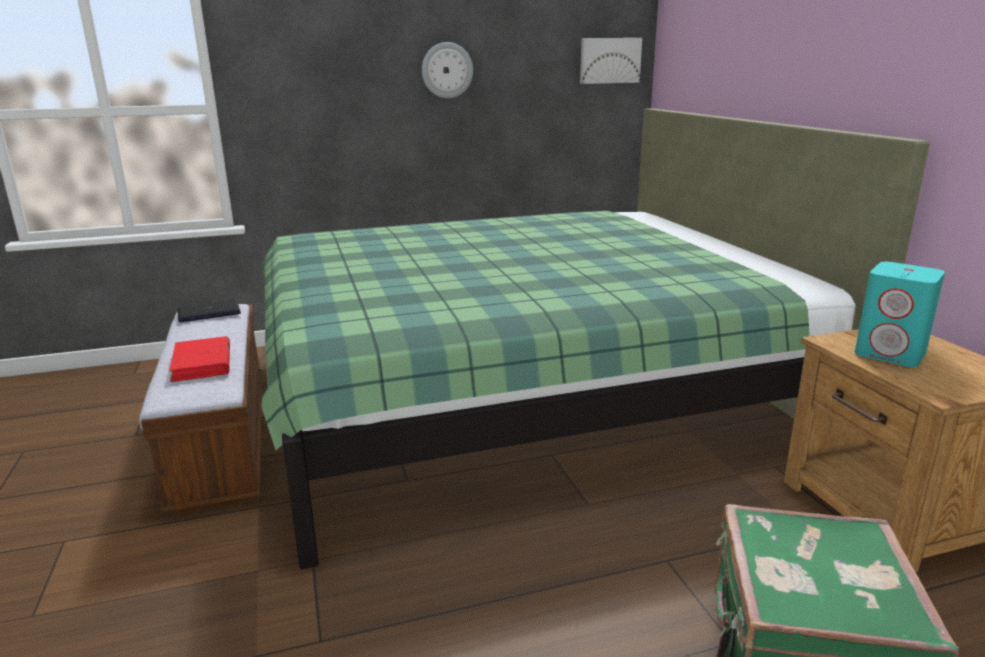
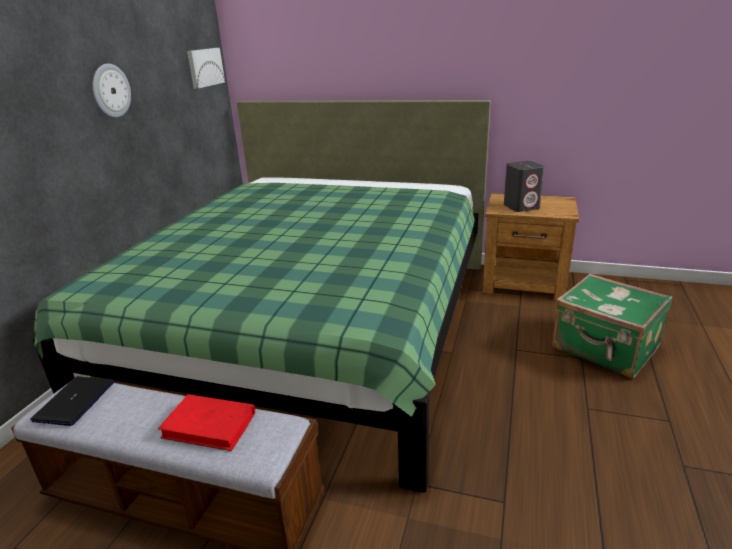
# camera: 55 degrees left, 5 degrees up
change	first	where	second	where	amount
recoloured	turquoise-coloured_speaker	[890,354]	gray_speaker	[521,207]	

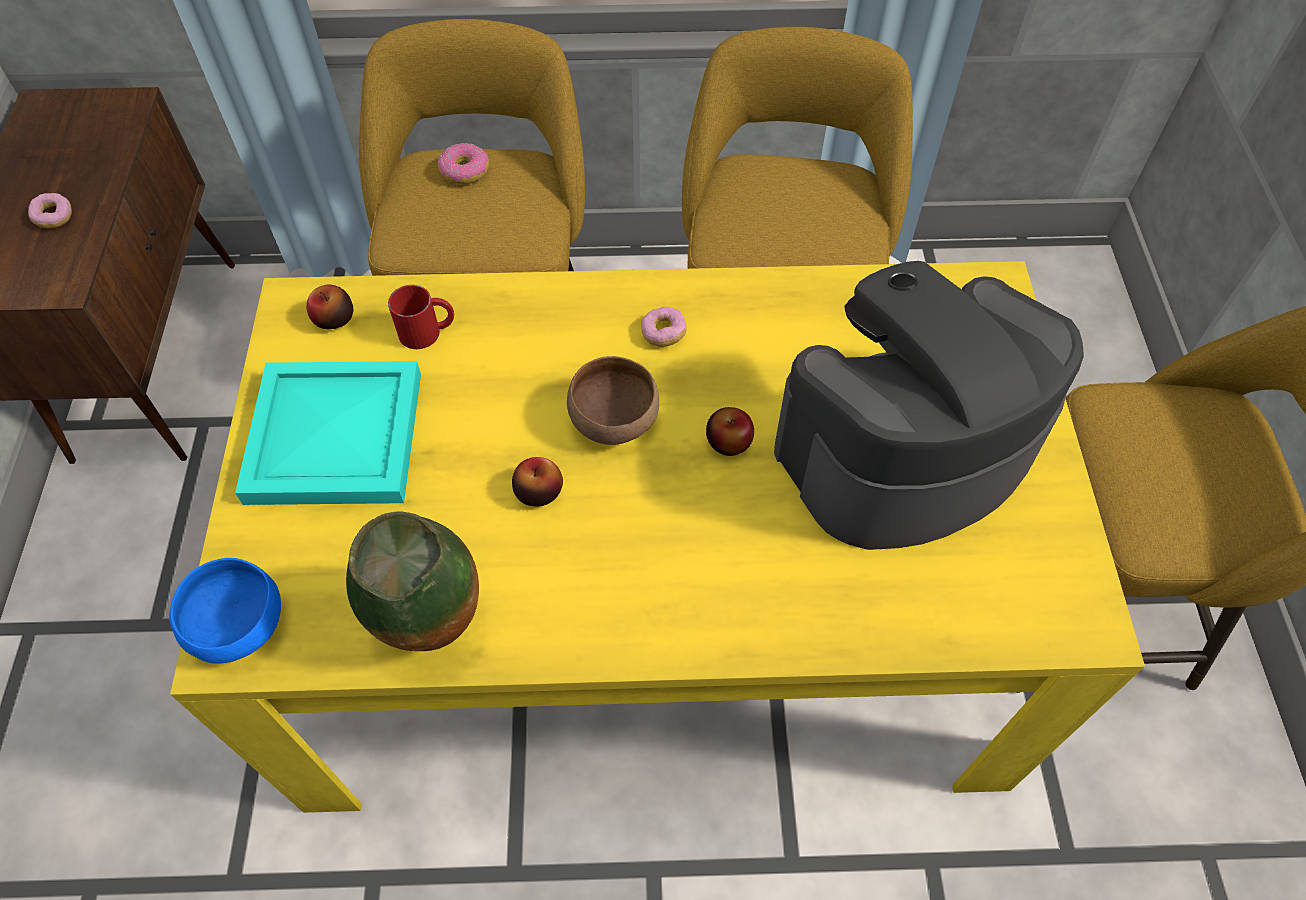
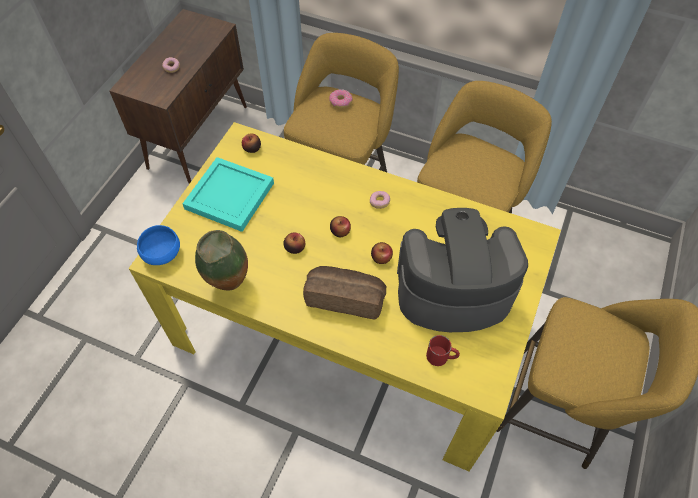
# camera: 25 degrees right, 0 degrees up
change	first	where	second	where	amount
moved	reddish_coffee_mug	[428,331]		[441,357]	
replaced	brownish_deep_dish	[616,420]	apple	[340,231]	
added			bread	[345,297]	

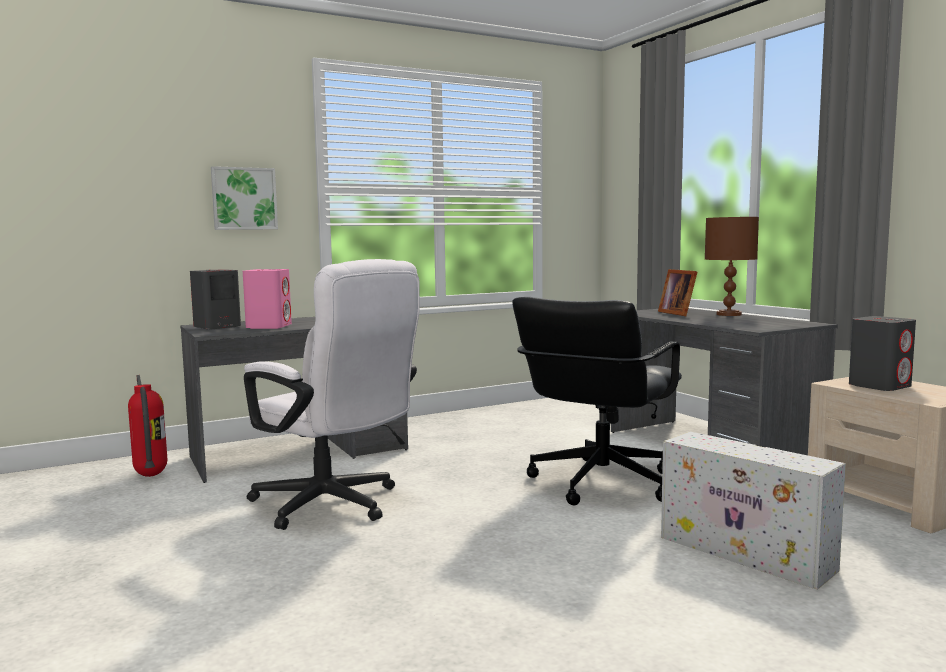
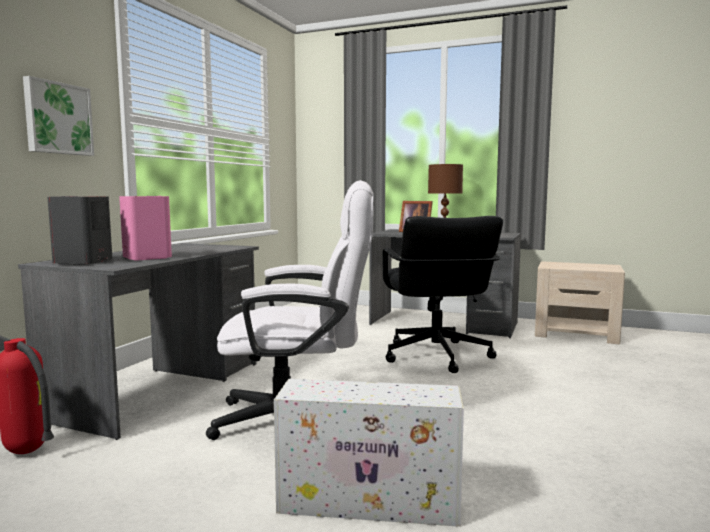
# camera: 40 degrees left, 0 degrees up
change	first	where	second	where	amount
removed	gray_speaker	[880,386]			
moved	whitish_storage_bin	[747,554]		[372,503]	

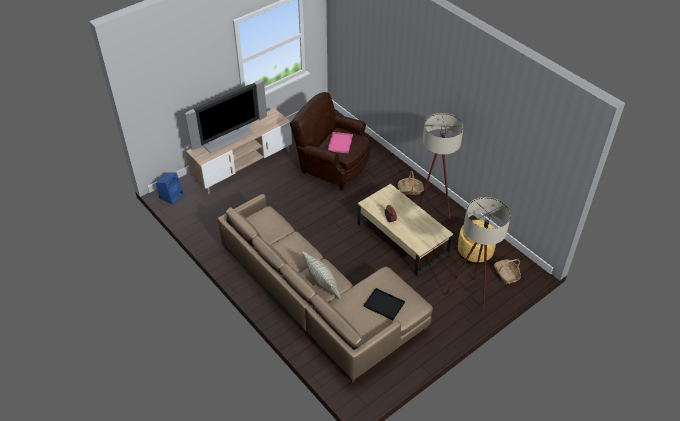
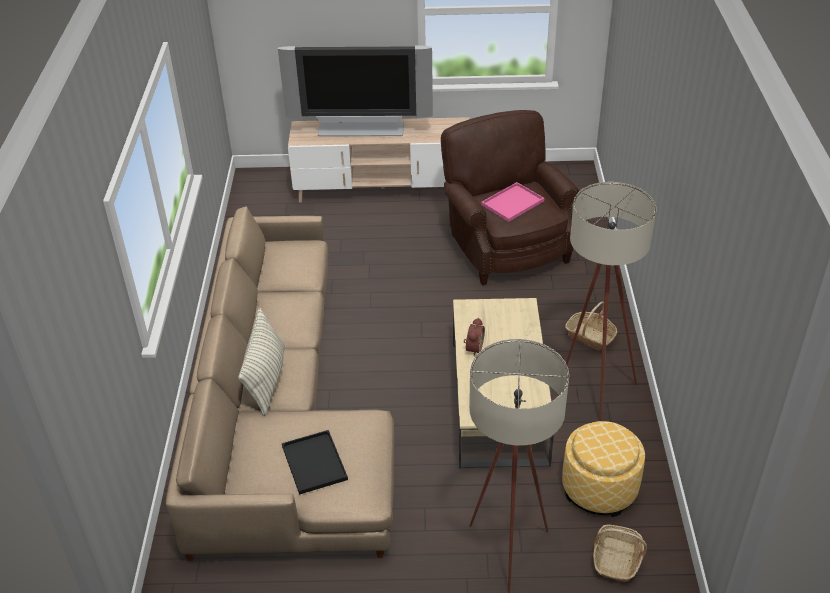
# camera: 40 degrees right, 5 degrees down
change	first	where	second	where	amount
removed	bluish_speaker	[171,196]			

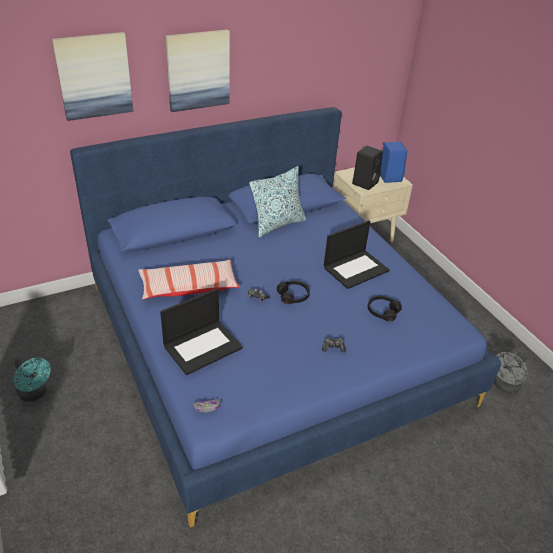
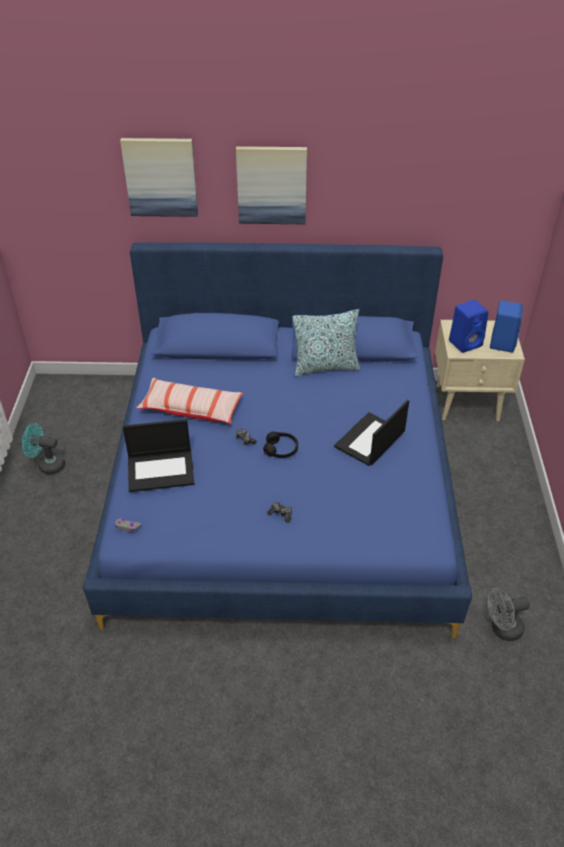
# camera: 30 degrees right, 5 degrees up
change	first	where	second	where	amount
recoloured	black_speaker	[365,183]	bluish_speaker	[466,343]	
turned	portable_computer	[356,268]		[370,440]	135 degrees clockwise
removed	black_pair_of_headphones	[382,311]			
turned	turquoise-coloured_electric_fan	[35,393]		[47,465]	120 degrees clockwise

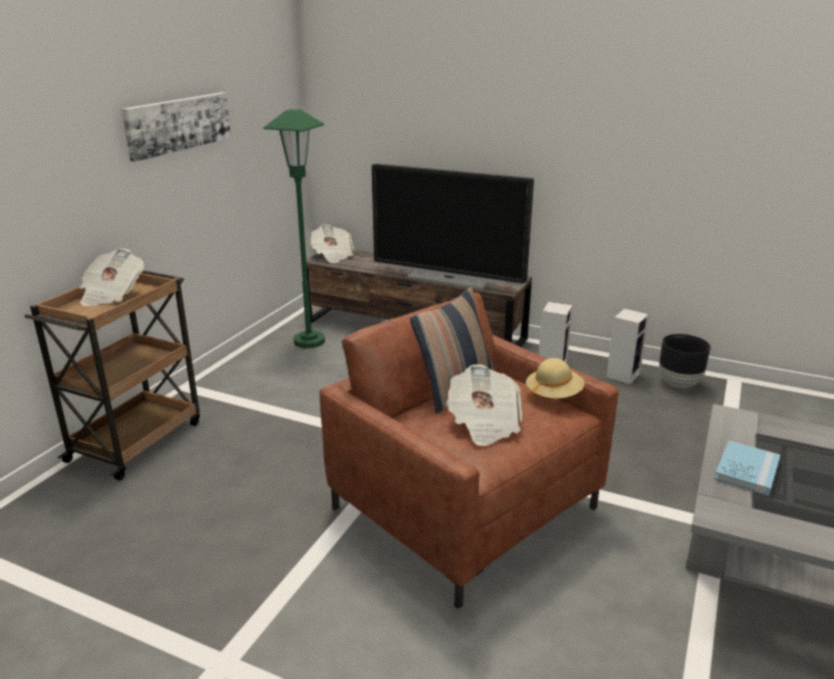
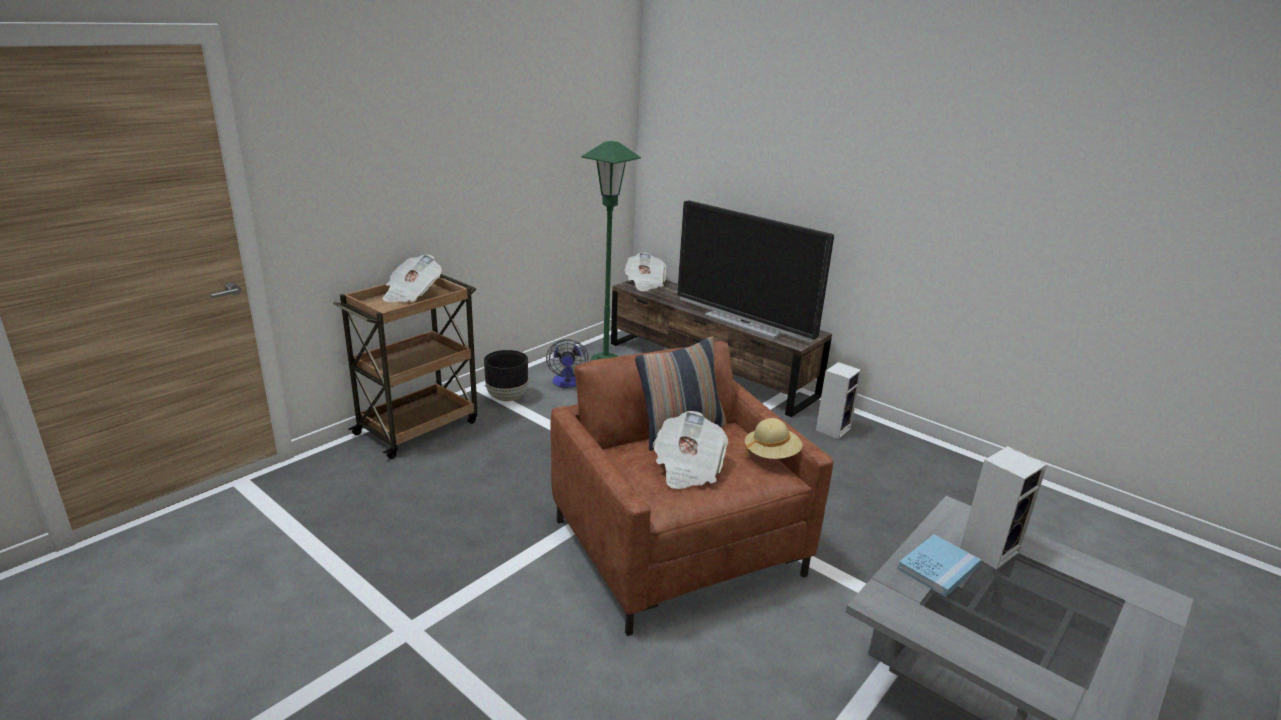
# camera: 15 degrees right, 0 degrees up
change	first	where	second	where	amount
removed	wall_picture	[178,124]			
moved	speaker	[623,374]		[989,549]	
moved	black_planter	[679,384]		[507,397]	
added			electric_fan	[567,383]	

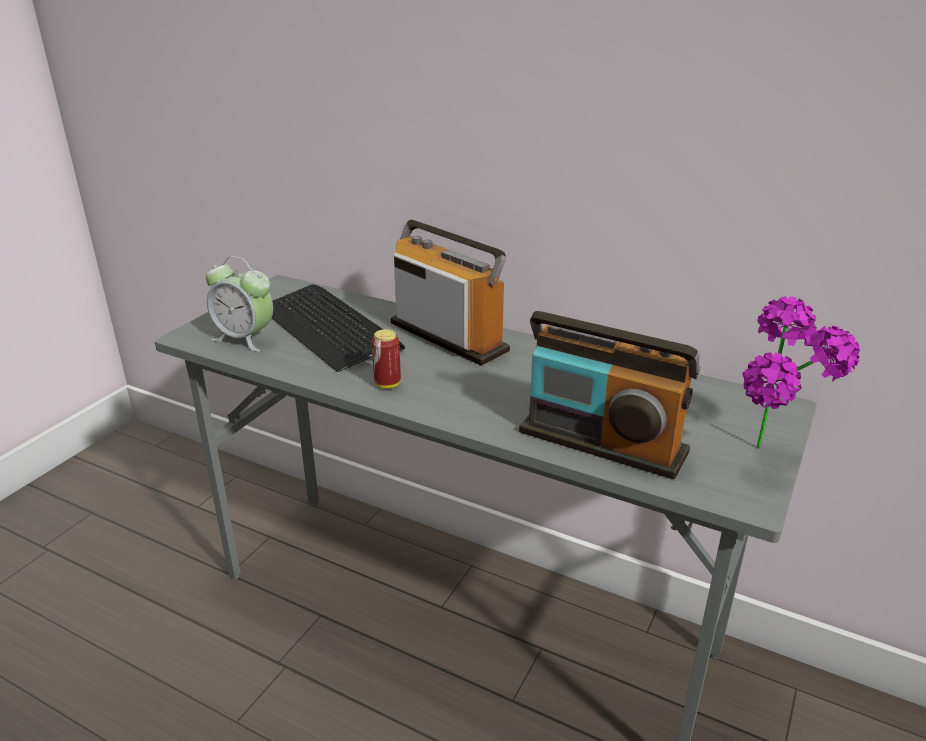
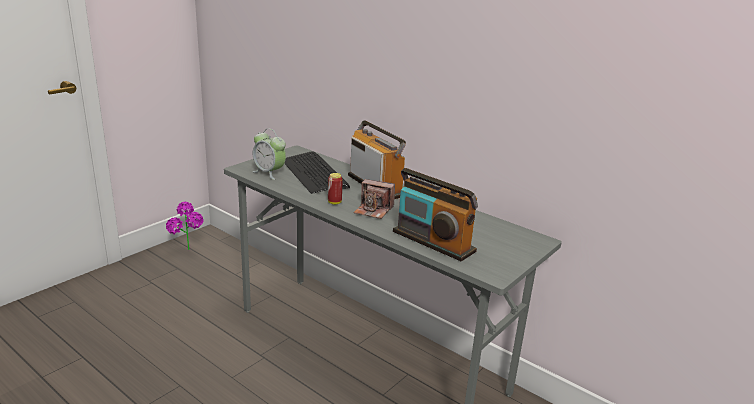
# camera: 10 degrees right, 5 degrees down
change	first	where	second	where	amount
moved	houseplant	[773,458]		[188,253]	
added			photo_camera	[373,210]	

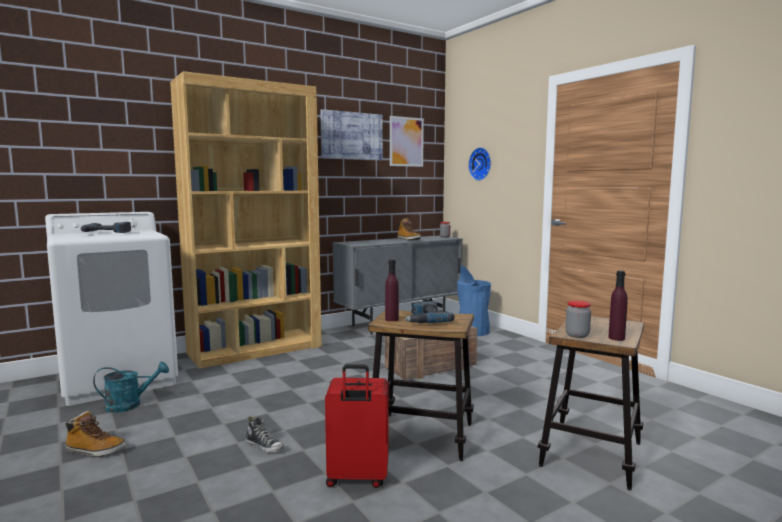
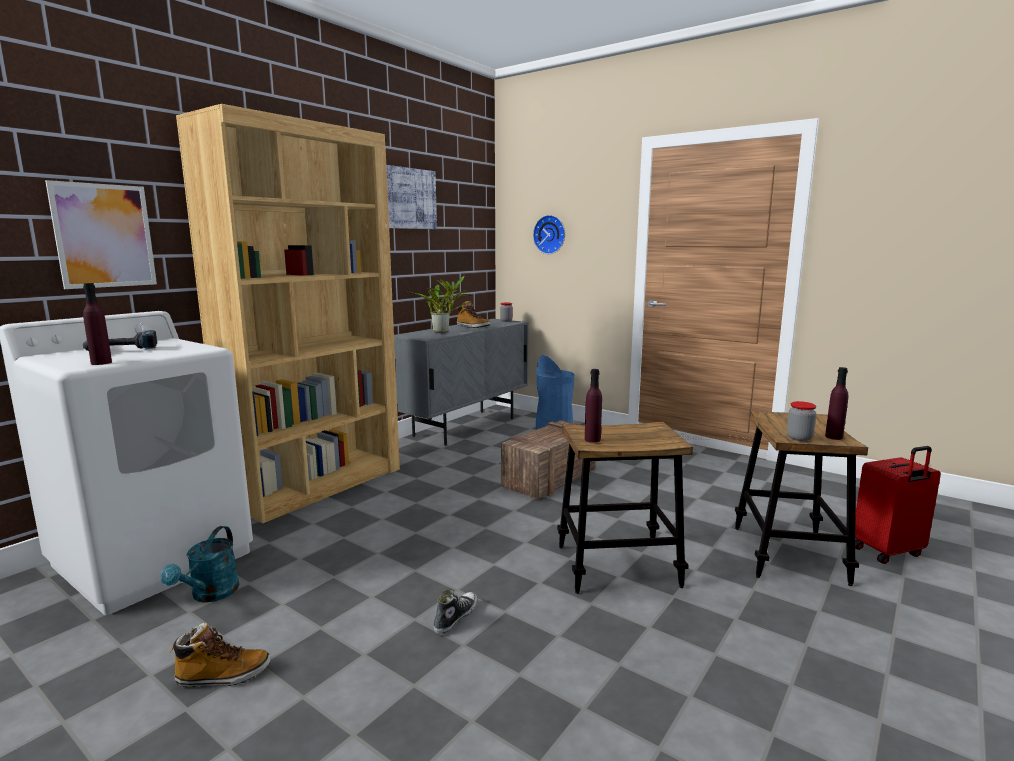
# camera: 20 degrees left, 5 degrees up
change	first	where	second	where	amount
moved	wall_picture	[406,142]		[104,236]	
removed	drill	[424,319]			
turned	turquoise-coloured_sprinkling_can	[130,405]		[210,595]	135 degrees clockwise
moved	reddish_piece_of_luggage	[357,478]		[888,552]	
turned	low_shoe	[265,446]		[455,617]	75 degrees counterclockwise
added			houseplant	[443,332]	
added			purple_beverage_bottle	[101,363]	

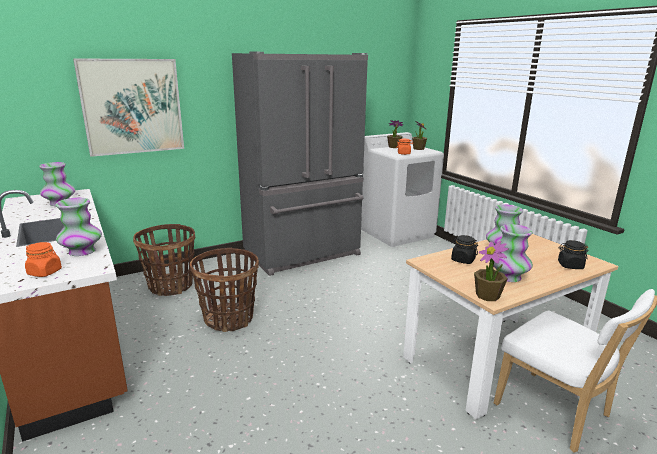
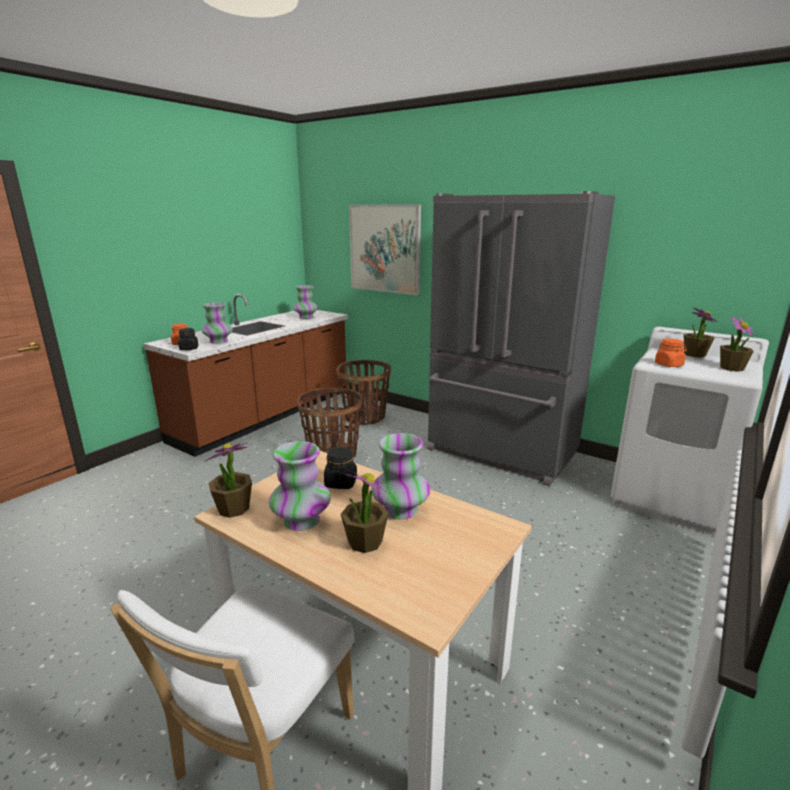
# camera: 65 degrees right, 0 degrees up
change	first	where	second	where	amount
moved	black_jar	[570,265]		[189,348]	
added			houseplant	[364,542]	

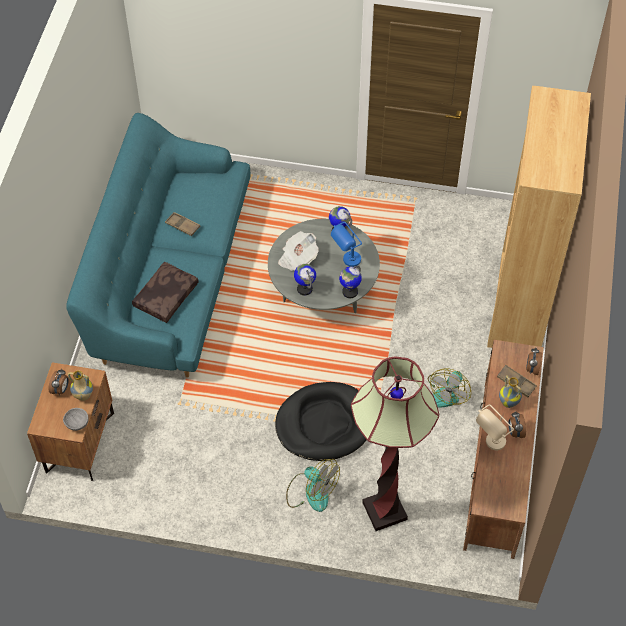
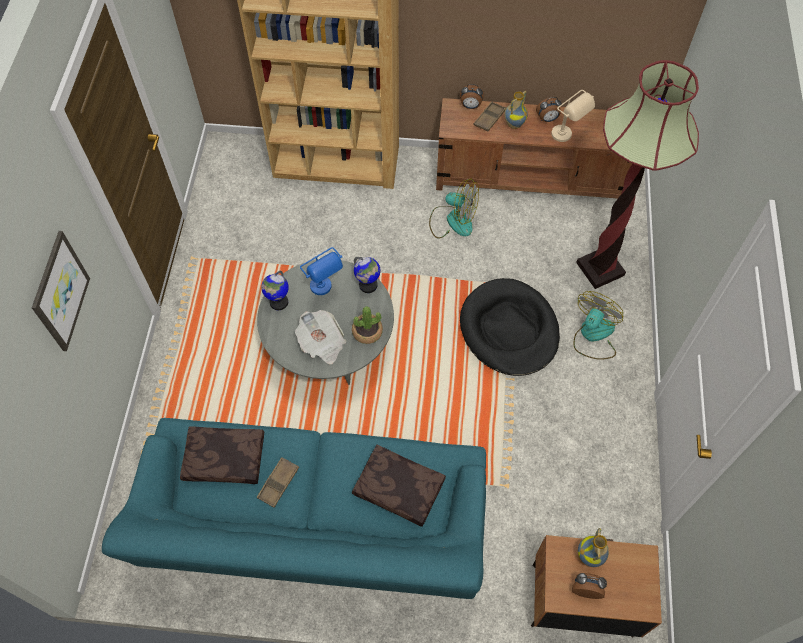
# camera: 95 degrees left, 5 degrees up
change	first	where	second	where	amount
replaced	world_globe	[305,288]	houseplant	[367,332]	
removed	gray_deep_dish	[77,423]			
added			wall_picture	[59,291]	
added			brownish_throw_pillow	[223,460]	

